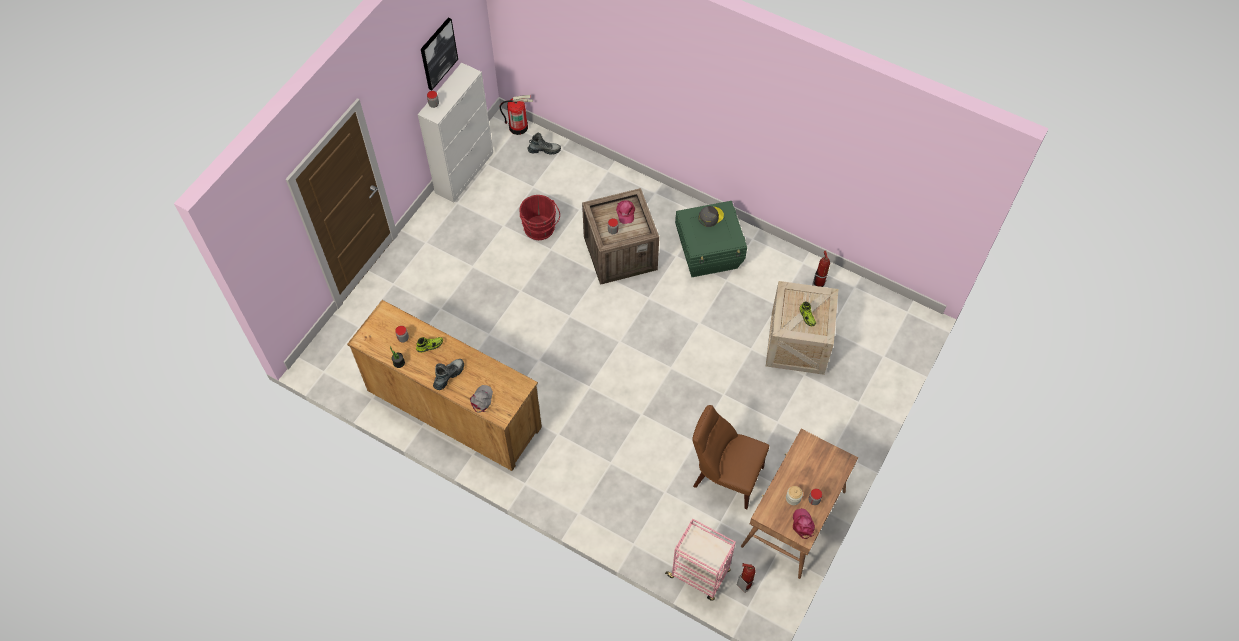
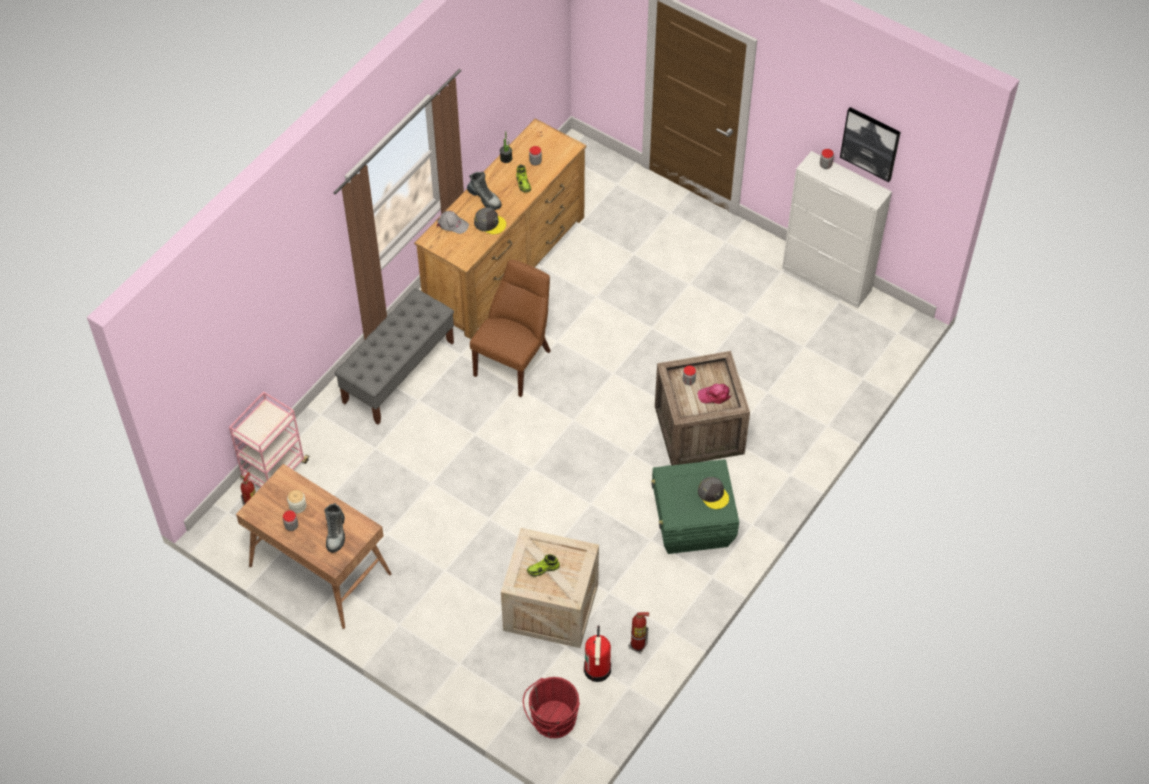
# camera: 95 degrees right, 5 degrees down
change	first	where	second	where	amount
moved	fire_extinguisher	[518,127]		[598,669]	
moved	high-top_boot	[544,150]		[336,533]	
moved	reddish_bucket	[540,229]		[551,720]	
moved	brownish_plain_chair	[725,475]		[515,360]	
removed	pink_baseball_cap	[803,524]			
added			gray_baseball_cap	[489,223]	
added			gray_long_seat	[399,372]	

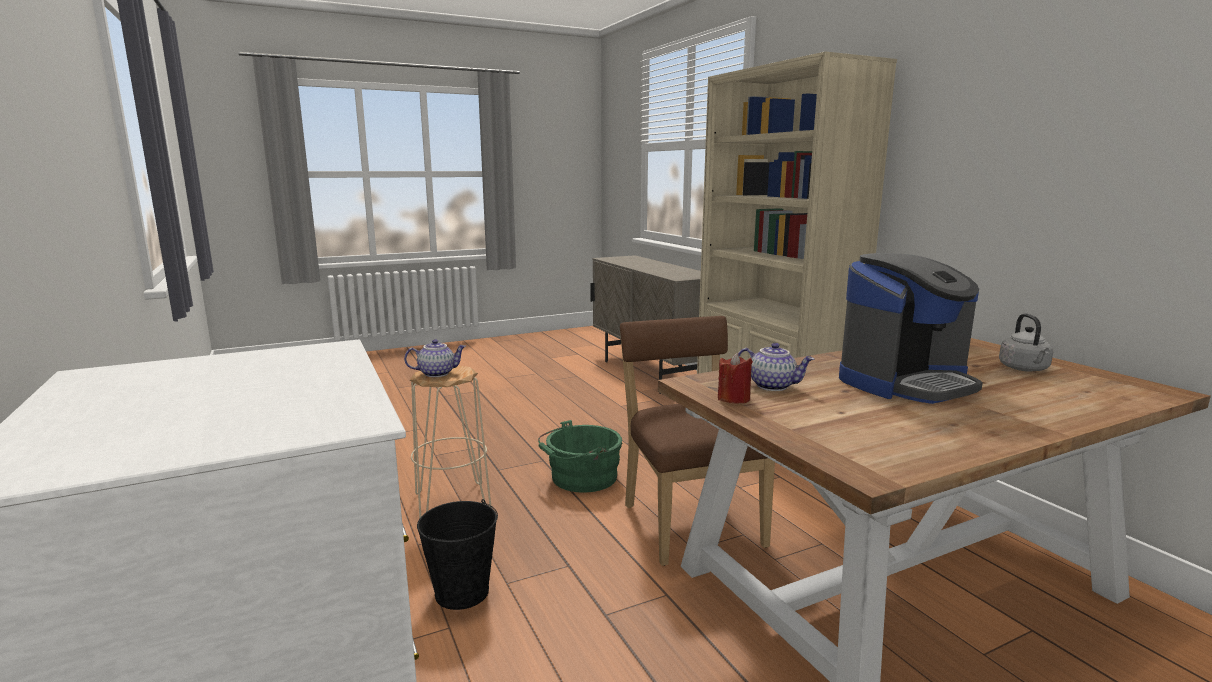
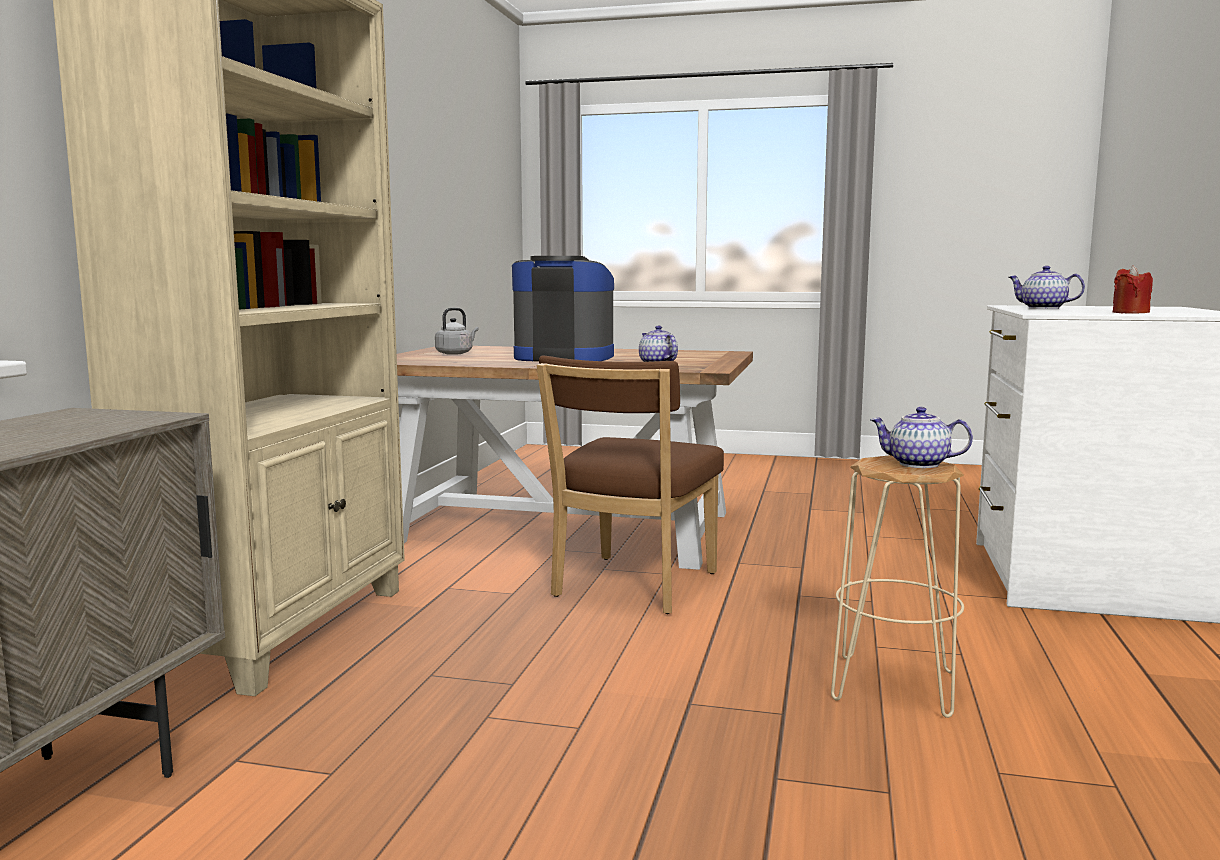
# camera: 140 degrees left, 5 degrees down
change	first	where	second	where	amount
moved	reddish_candle	[733,398]		[1130,313]	
removed	green-coloured_bucket	[580,478]			
removed	black_bucket	[461,592]			
added			tea_pot	[1042,308]	

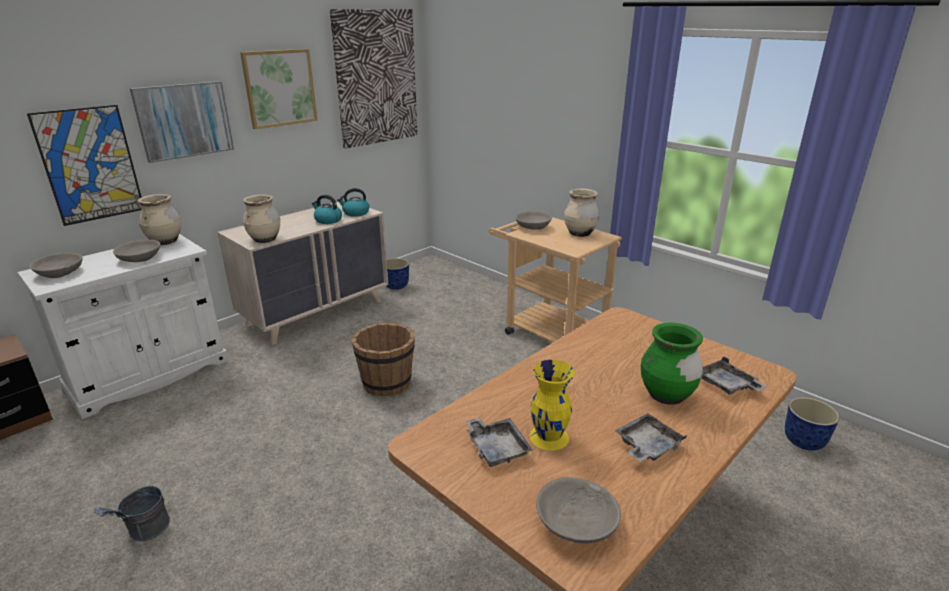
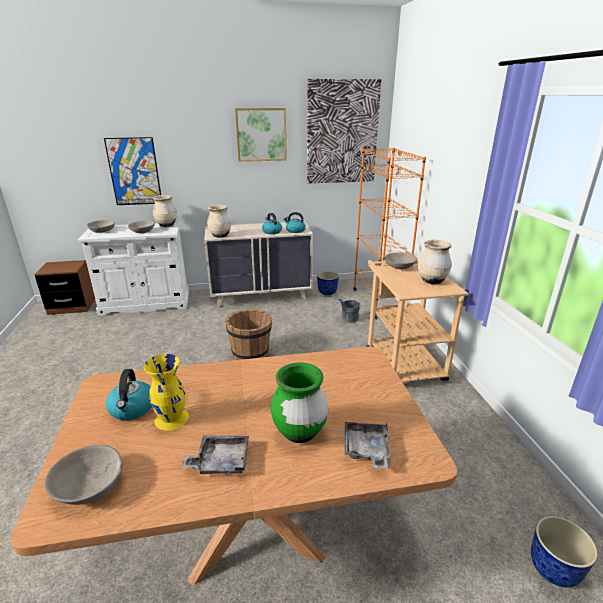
# camera: 35 degrees right, 0 degrees up
change	first	where	second	where	amount
removed	wall_picture	[184,120]			
replaced	gray_serving_tray	[496,448]	tea_kettle	[132,409]	
moved	gray_bucket	[144,532]		[347,320]	
added			orange_shelving_unit	[378,302]	

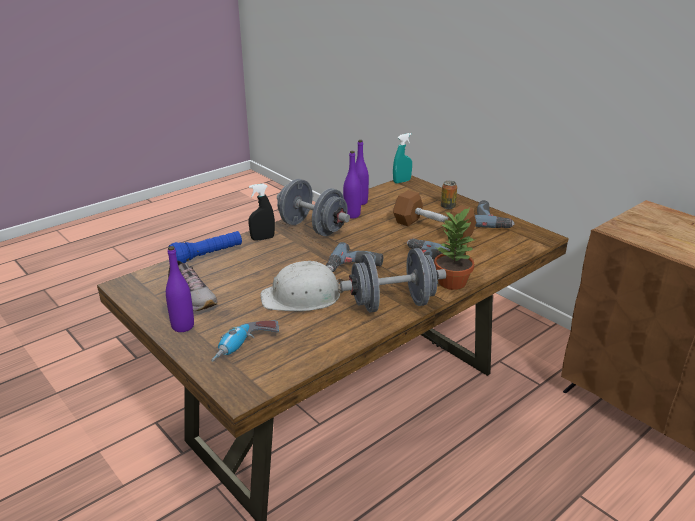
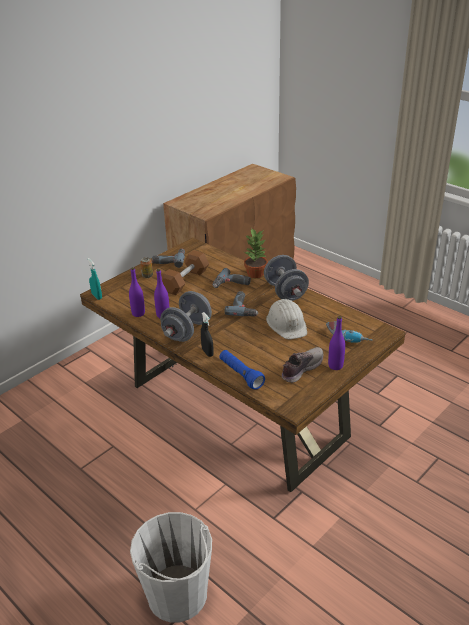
# camera: 95 degrees left, 5 degrees up
change	first	where	second	where	amount
added			whitish_bucket	[177,594]	

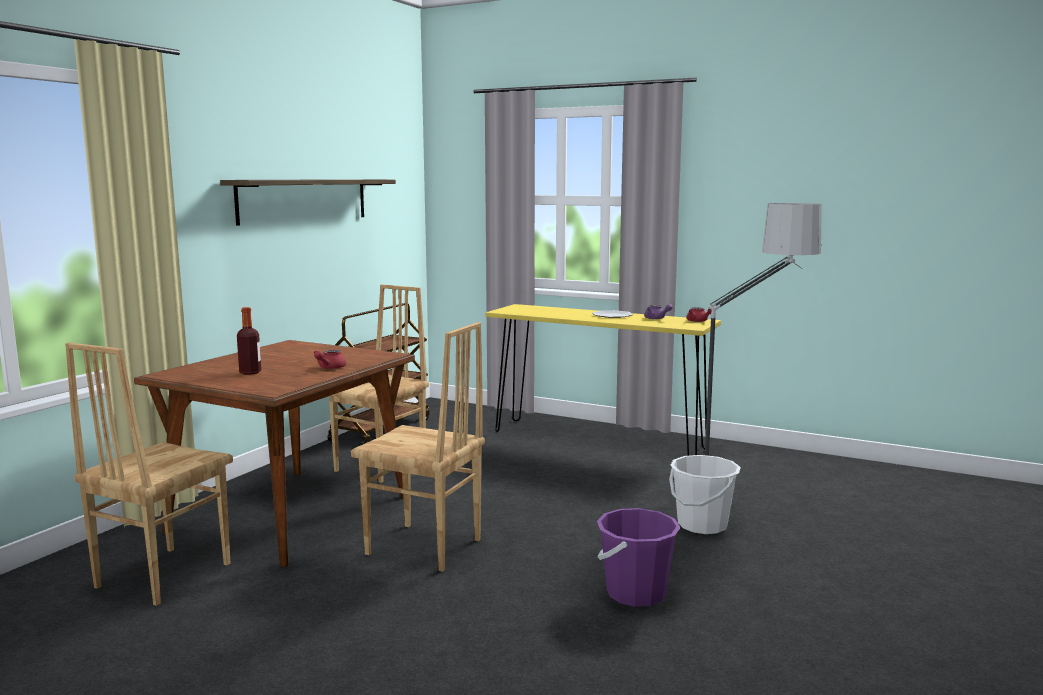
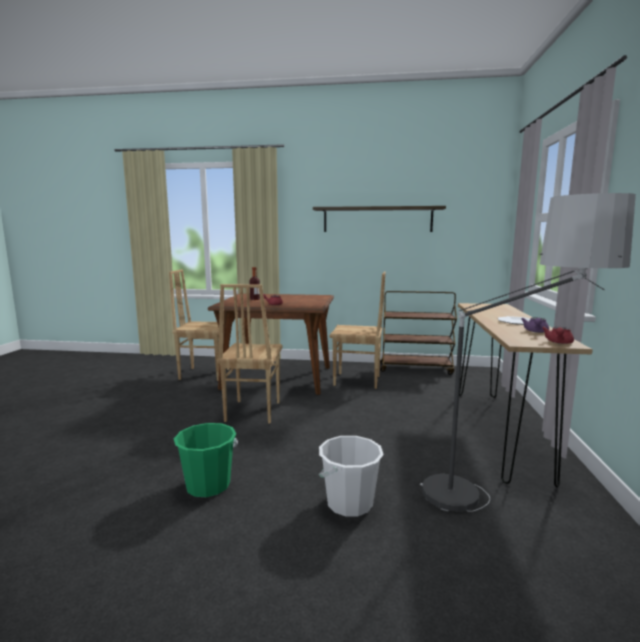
# camera: 70 degrees right, 0 degrees up
change	first	where	second	where	amount
recoloured	yellowish_narrow_table	[597,440]	brownish_narrow_table	[498,431]	
recoloured	purple_bucket	[635,593]	green-coloured_bucket	[208,485]	

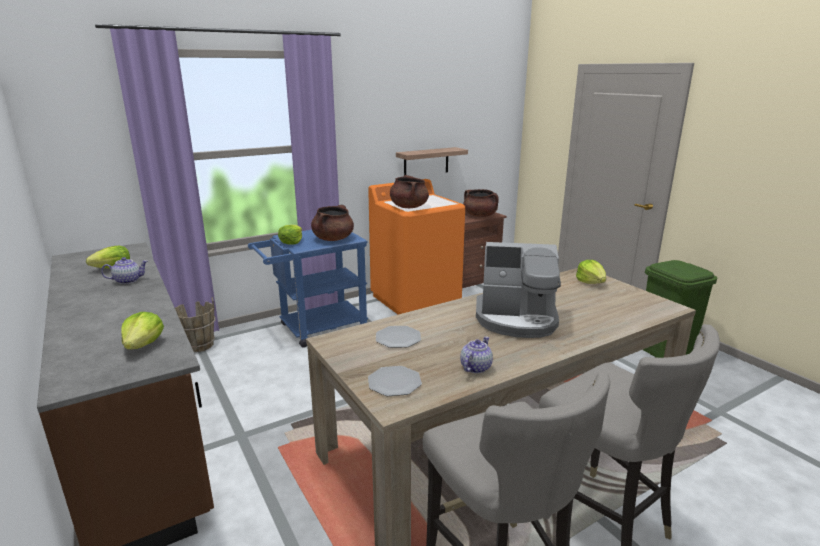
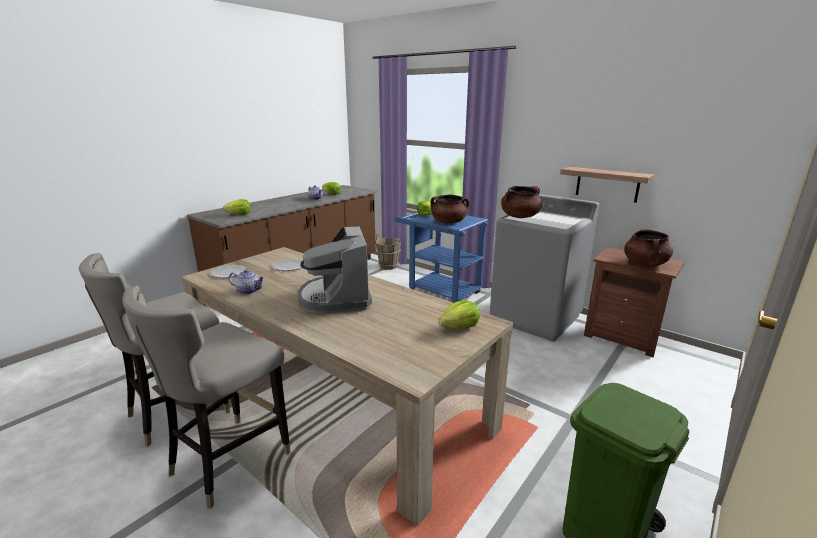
# camera: 70 degrees right, 0 degrees up
change	first	where	second	where	amount
recoloured	orange_laundry_machine	[416,300]	gray_laundry_machine	[535,318]	

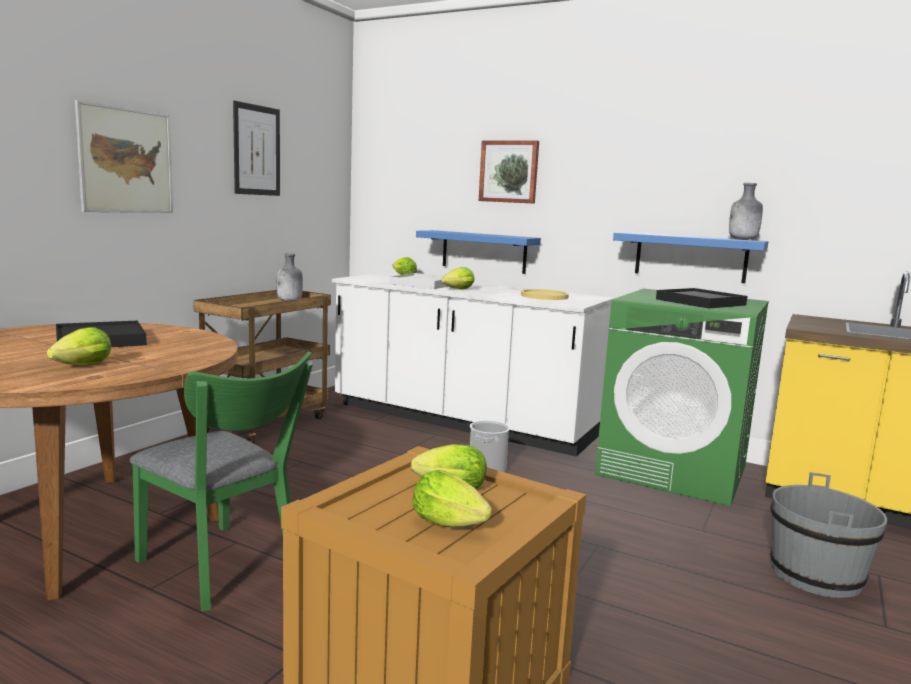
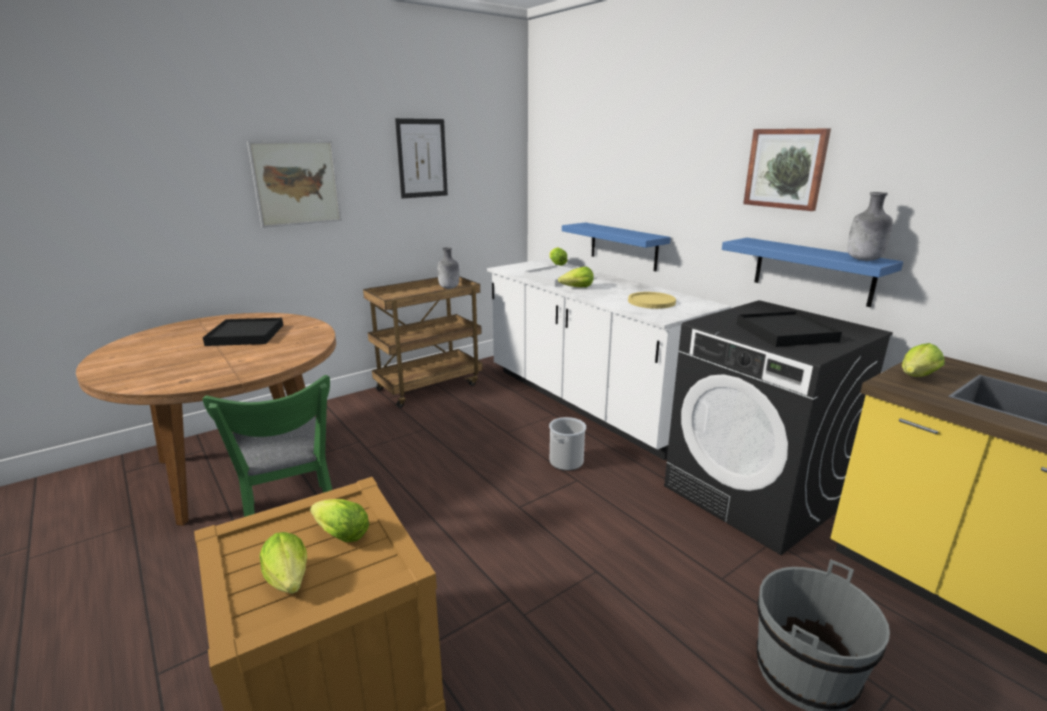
# camera: 25 degrees right, 10 degrees up
change	first	where	second	where	amount
moved	wall_picture	[509,172]		[786,168]	
recoloured	green-coloured_laundry_machine	[673,470]	black_laundry_machine	[754,495]	
moved	lettuce	[80,366]		[916,377]	

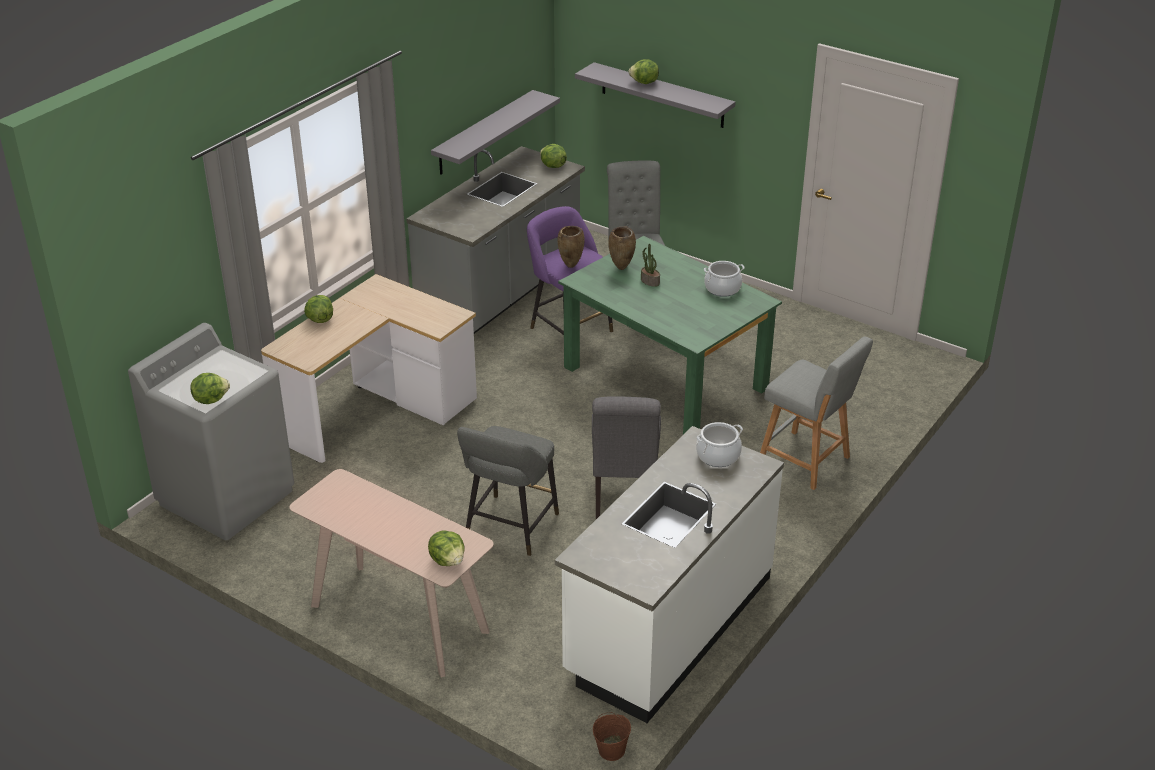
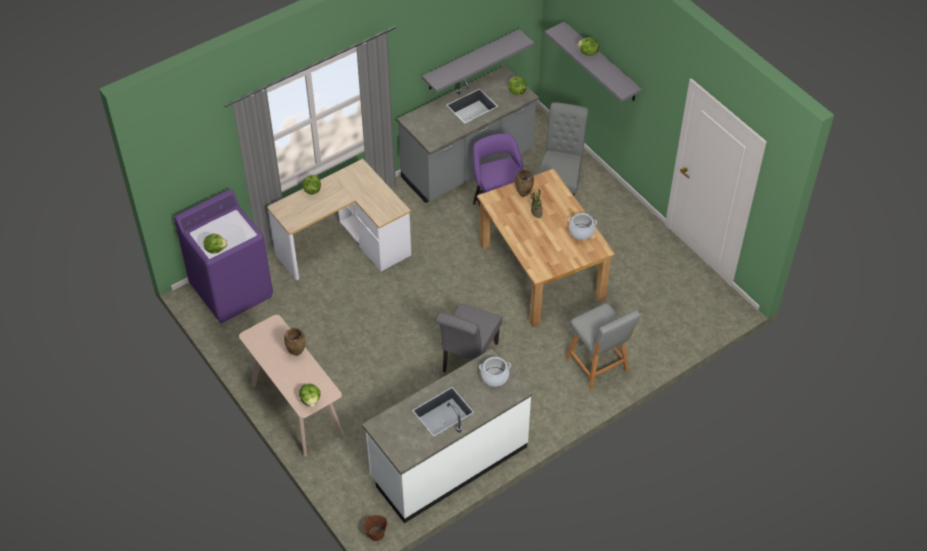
# camera: 20 degrees right, 15 degrees up
change	first	where	second	where	amount
moved	brownish_flower_vase	[571,266]		[296,354]	
recoloured	green-coloured_dinner_table	[666,378]	brownish_dinner_table	[542,271]	
recoloured	gray_laundry_machine	[227,497]	purple_laundry_machine	[232,290]	
removed	gray_sitting_stool	[509,528]			

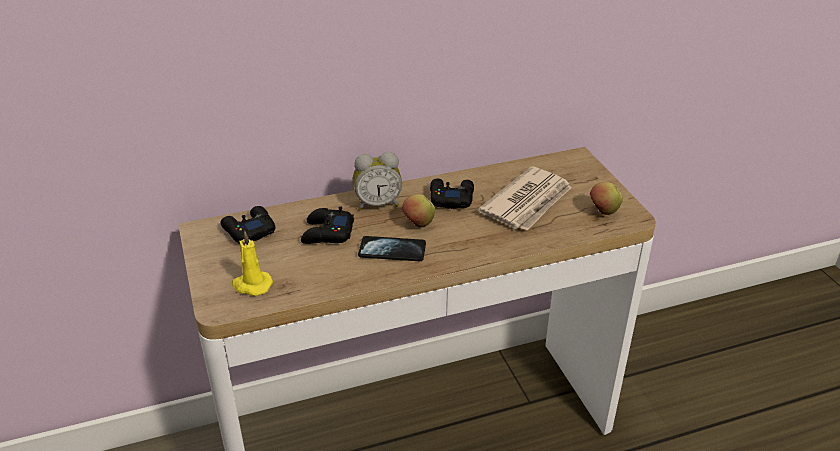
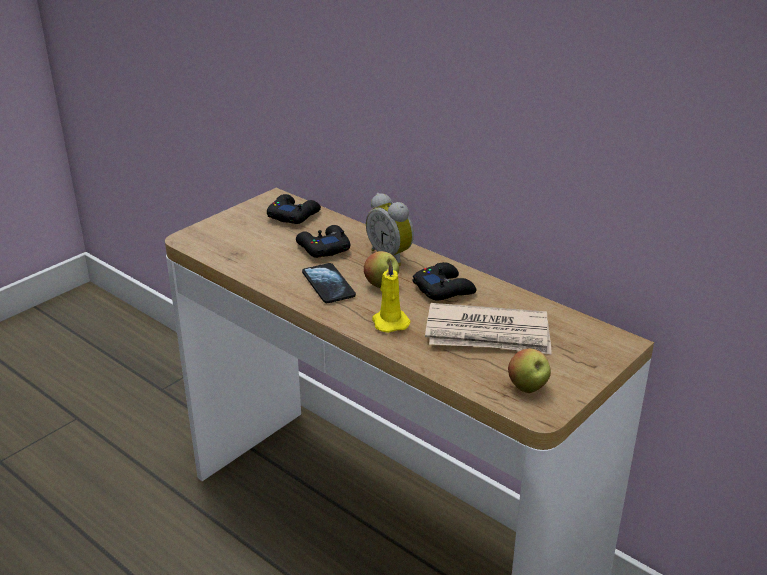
# camera: 60 degrees right, 5 degrees down
change	first	where	second	where	amount
moved	yellowish_candle	[251,285]		[389,322]	

